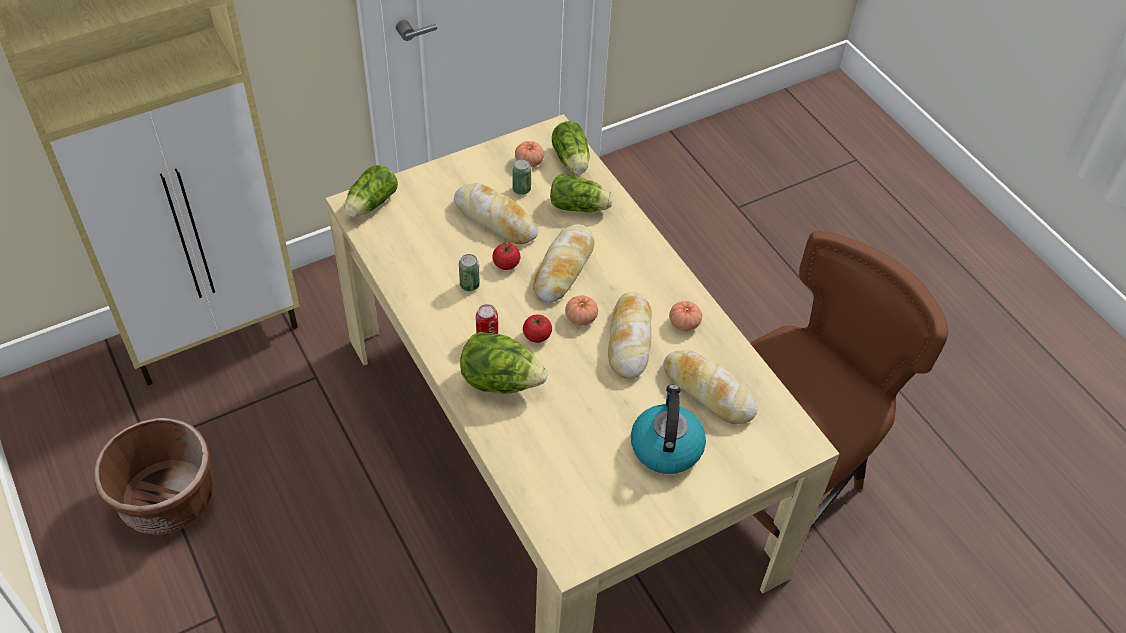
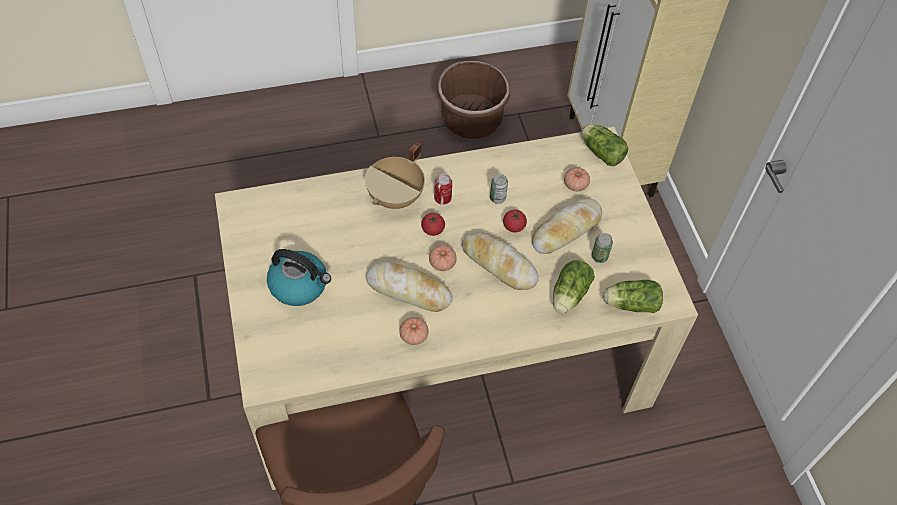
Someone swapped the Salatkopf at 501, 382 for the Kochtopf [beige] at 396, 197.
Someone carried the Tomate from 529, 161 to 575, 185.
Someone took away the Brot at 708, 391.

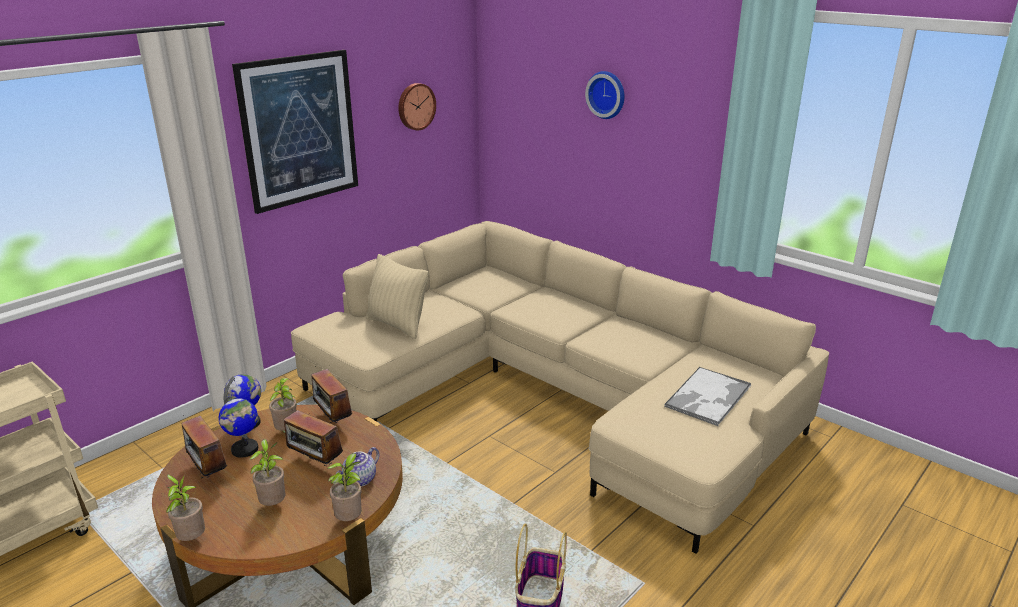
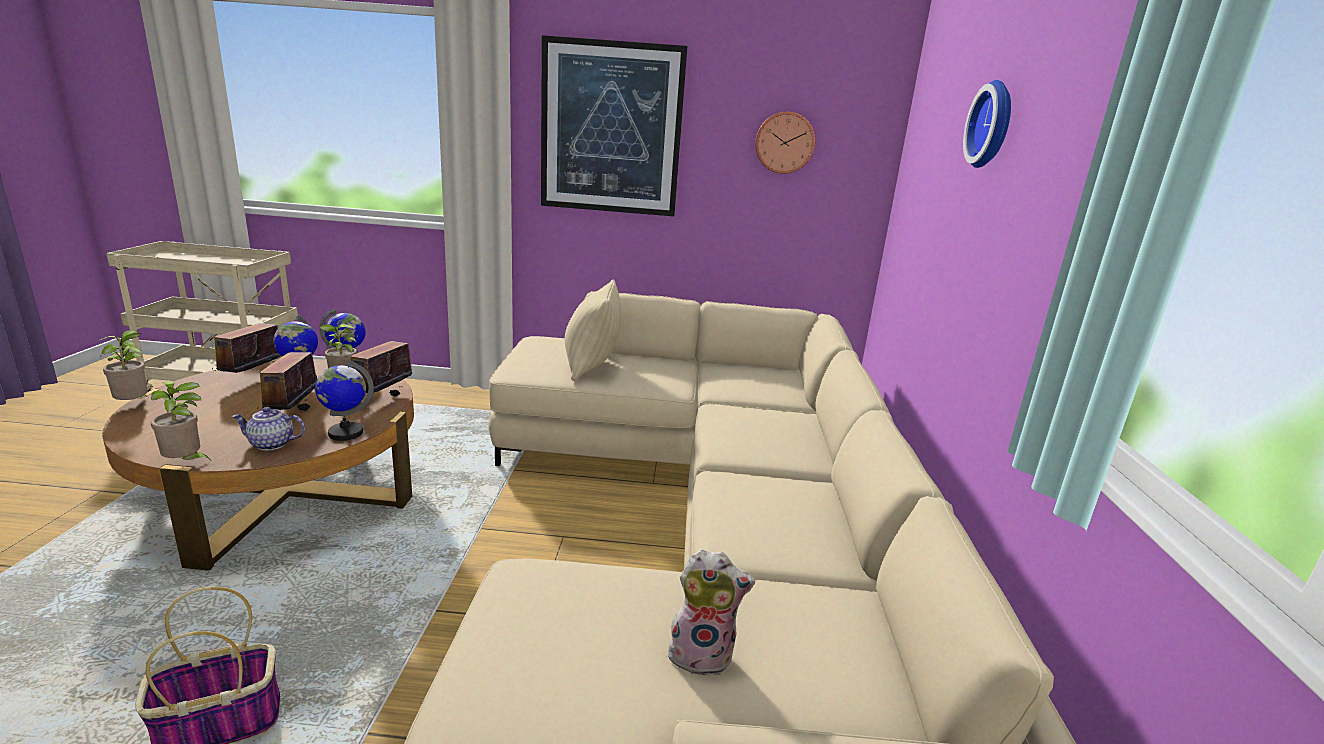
Someone put down the Globus at 345, 433.
Someone swapped the Tablett at 707, 397 for the Plüschtier at 702, 654.
Someone took away the Topfpflanze at 273, 504.

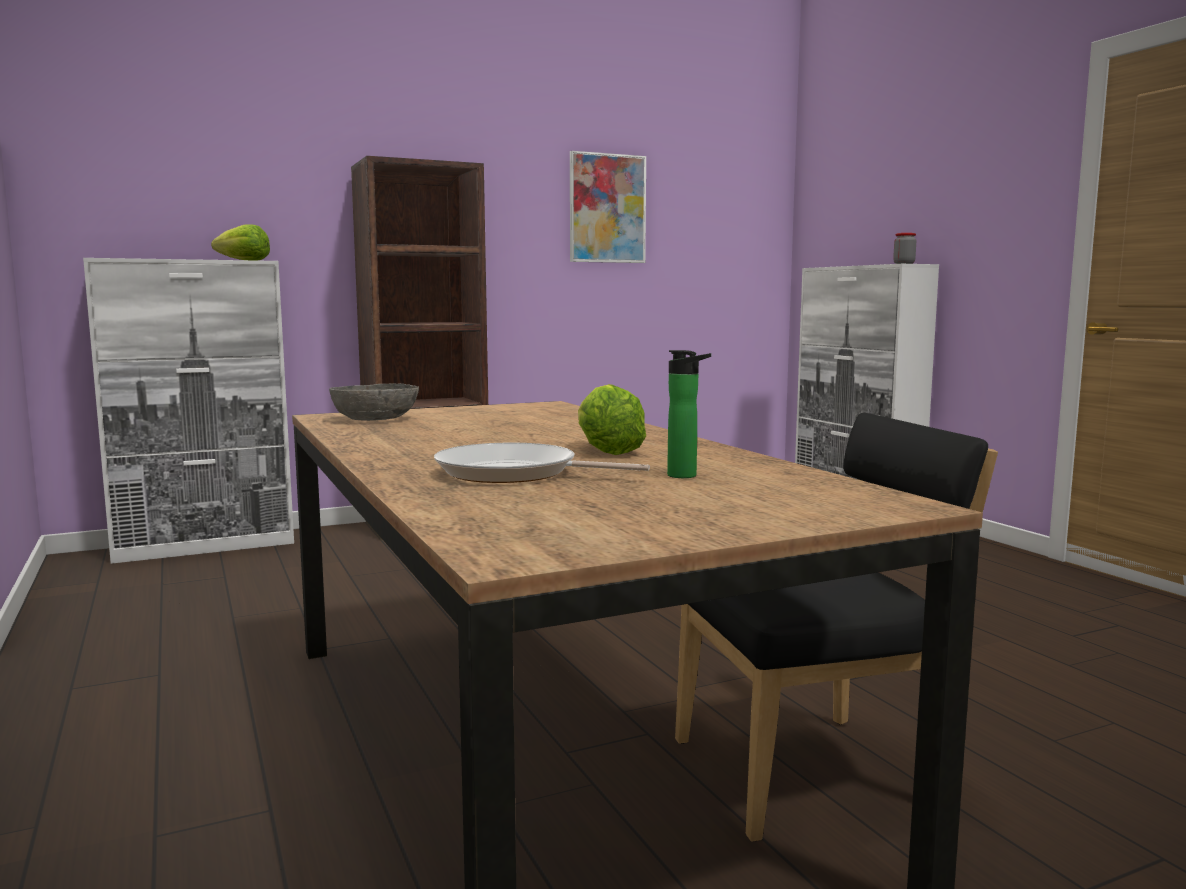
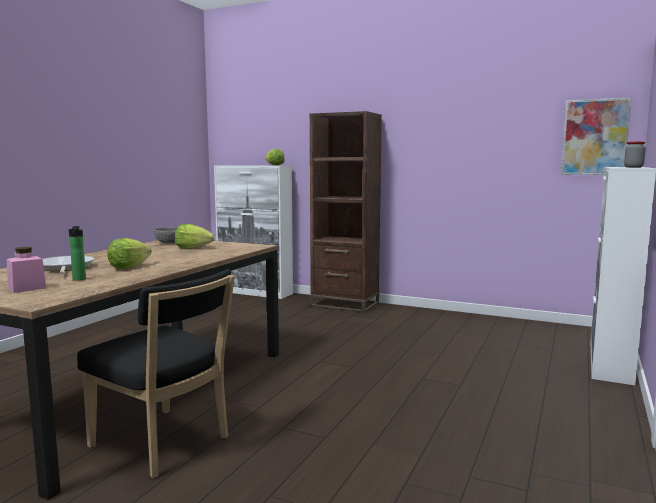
Someone put down the Vorratsglas [rosa] at 27, 288.
Someone put down the Salatkopf at 193, 248.
Someone carried the Bild from 607, 208 to 595, 137.

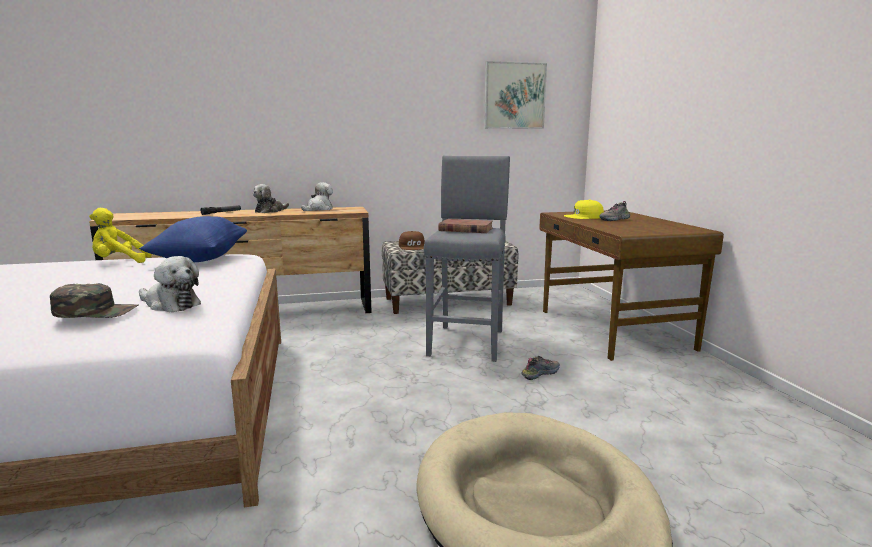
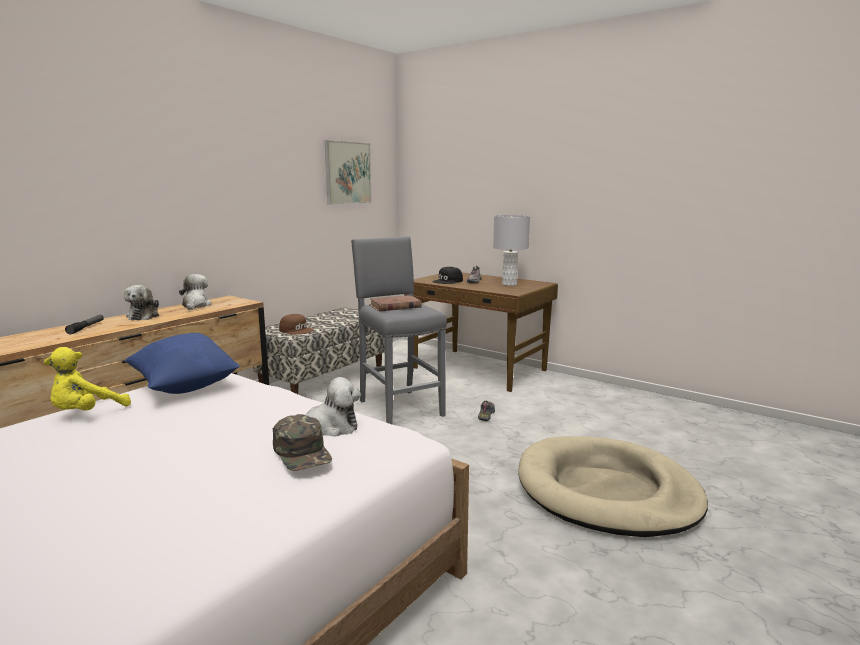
Someone rotated the Kappe [grün] at 96, 311 by 105 degrees clockwise.
Someone repainted the Kappe [gelb] at 584, 217, which became the Kappe [schwarz] at 448, 281.
Someone put down the Tischlampe [grau] at 509, 284.

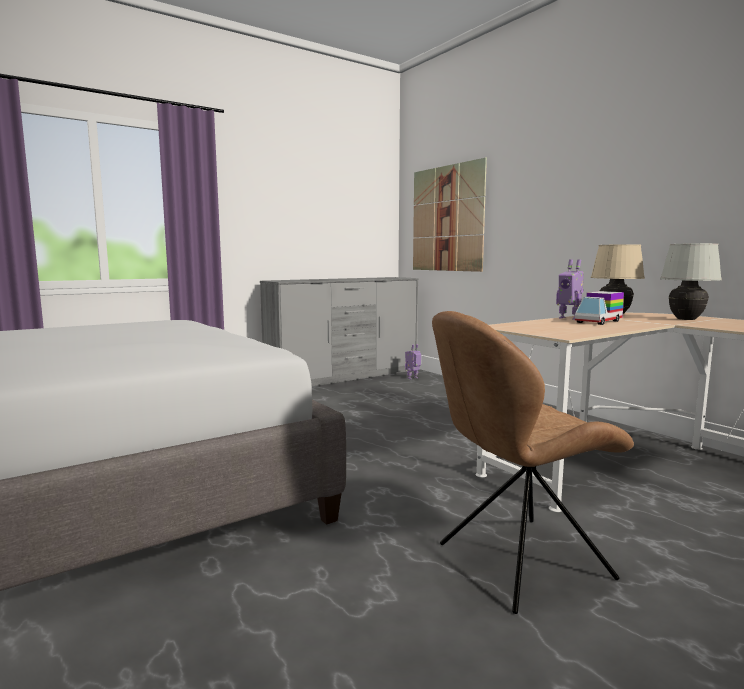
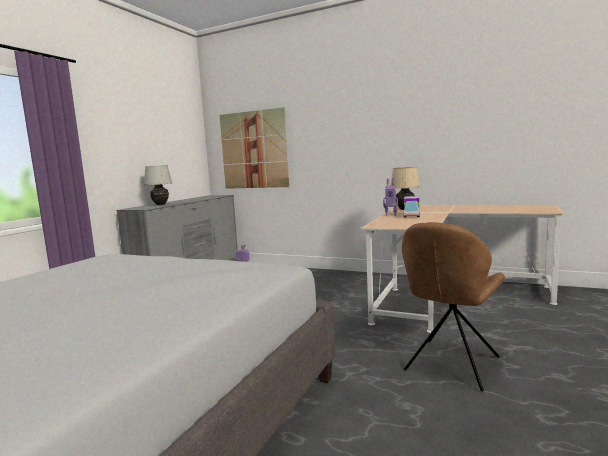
Someone carried the Tischlampe [weiß] from 686, 319 to 160, 204.

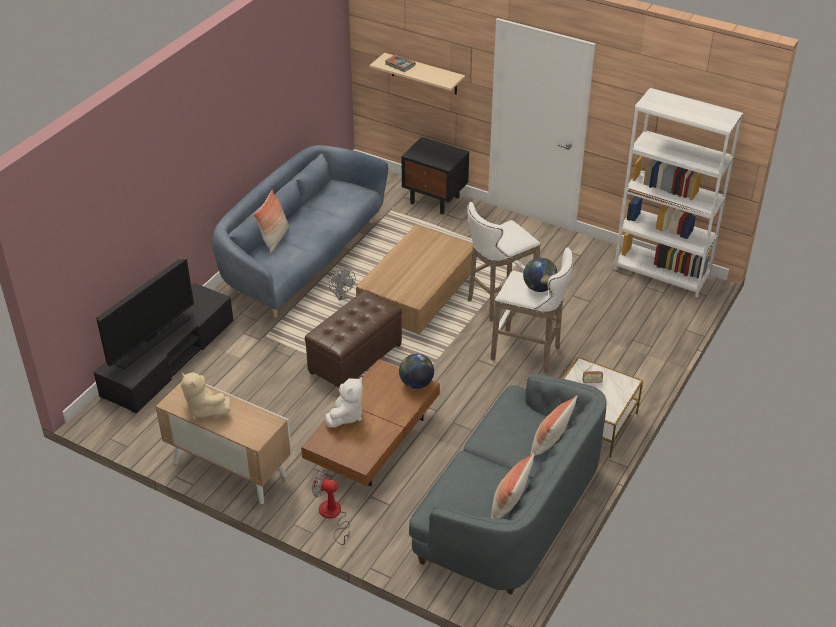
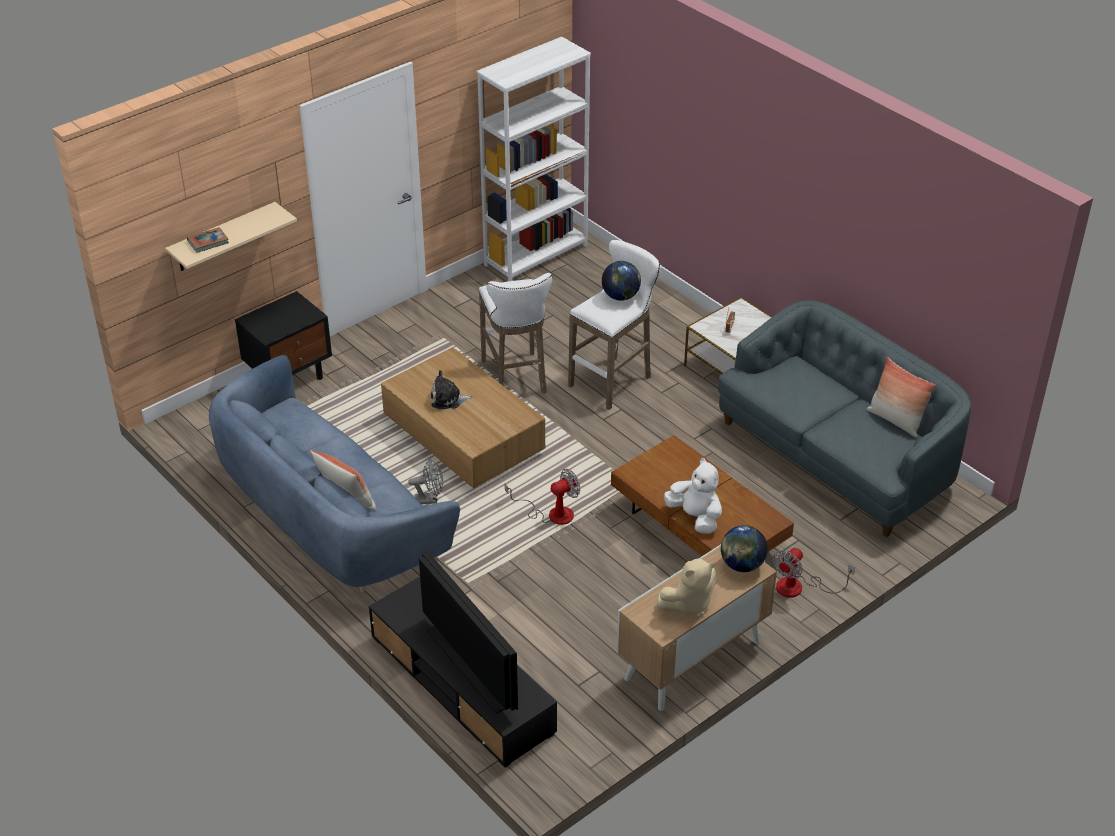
Someone put down the Plüschtier at 448, 399.
Someone swapped the Polsterhocker [braun] at 355, 358 for the Ventilator at 552, 514.
Someone carried the Globus from 416, 384 to 742, 565.
Someone took away the Kissen at 550, 444.

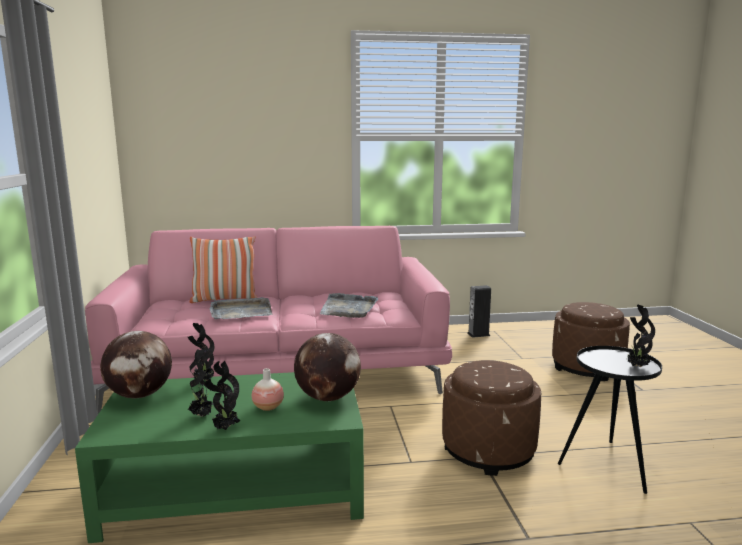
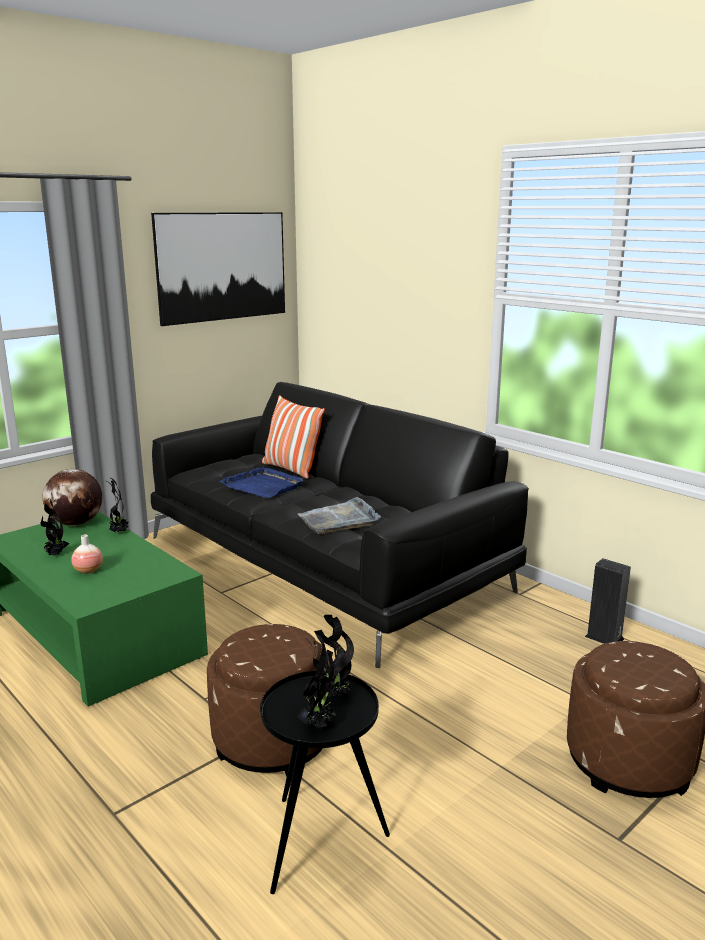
Someone put up the Bild at 222, 266.
Someone repainted the Sofa [rosa] at 281, 368, which became the Sofa [schwarz] at 324, 564.
Someone repainted the Tablett [grau] at 240, 312, which became the Tablett [blau] at 263, 486.
Someone carried the Topfpflanze from 225, 428 to 334, 695.
Someone took away the Globus at 328, 397.

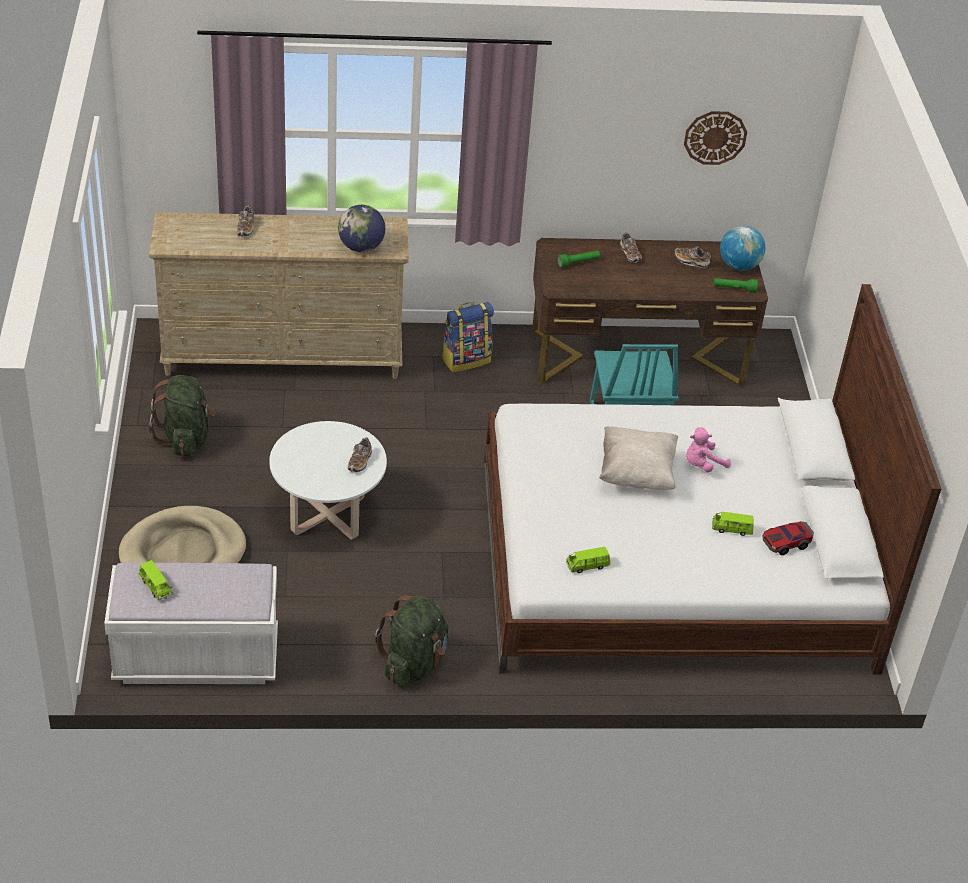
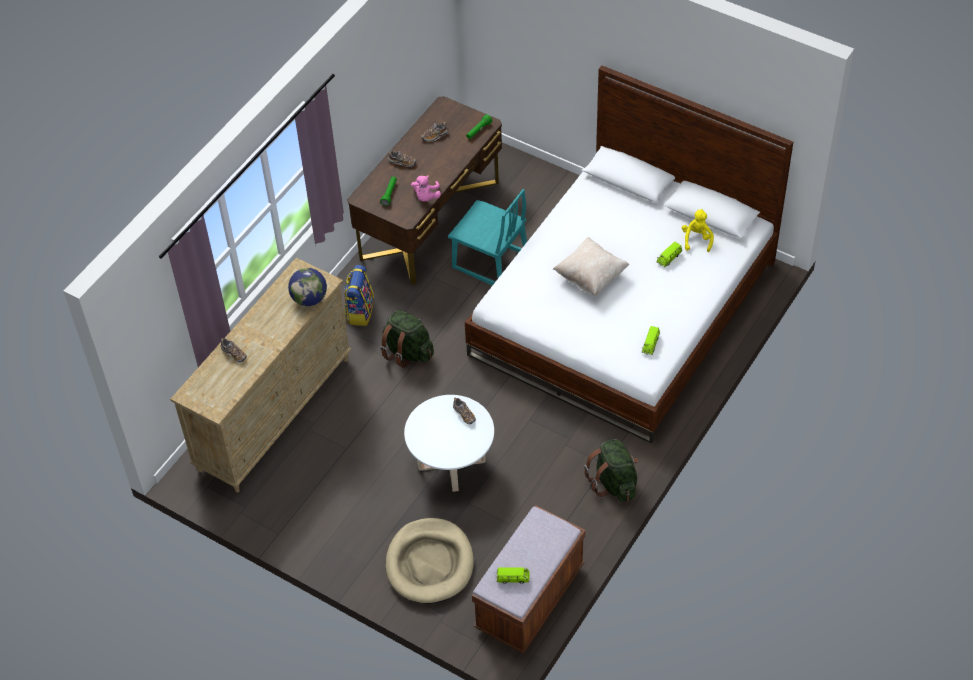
Someone carried the Rucksack [grün] from 185, 438 to 407, 352.
Someone carried the Plüschtier [rosa] from 702, 465 to 426, 197.
Someone repainted the Bank [weiß] at 196, 658, which became the Bank [braun] at 530, 598.
Someone swapped the Spielzeugauto at 786, 542 for the Plüschtier [gelb] at 697, 239.
Someone took away the Wanduhr at 715, 137.
Someone took away the Globus at 739, 266.

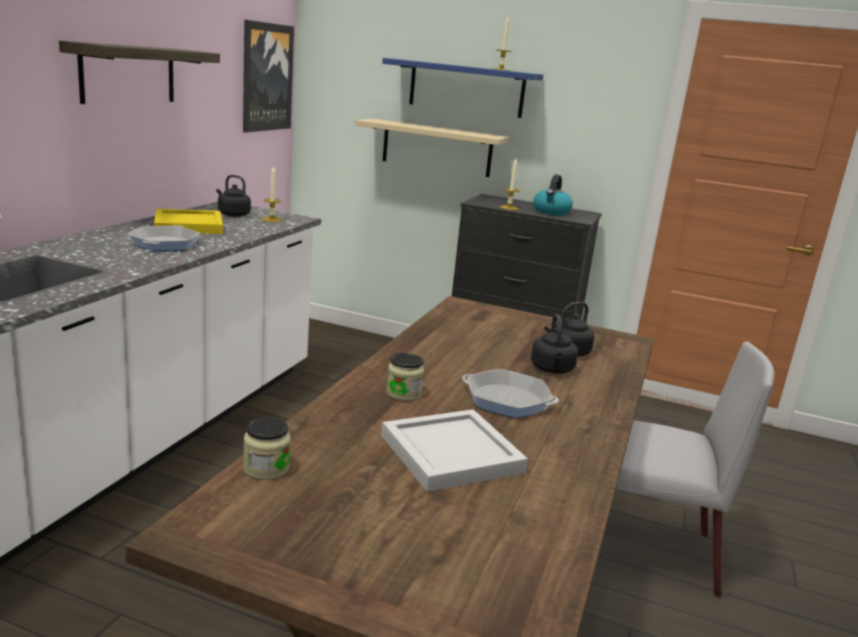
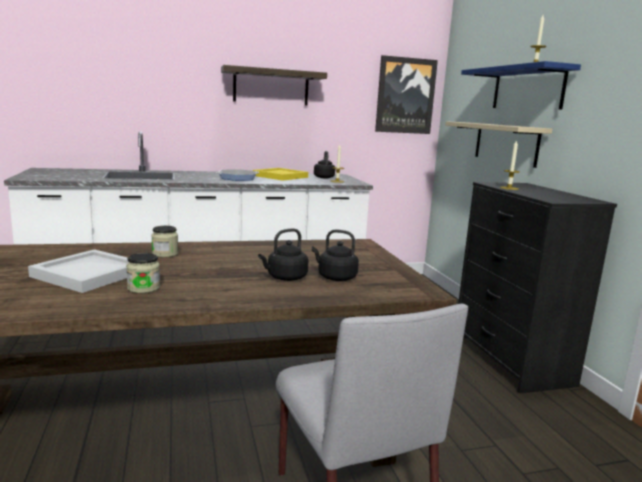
Someone carried the Vorratsglas from 266, 468 to 143, 288.
Someone took away the Pfanne at 507, 400.
Someone took away the Wasserkessel at 551, 212.

